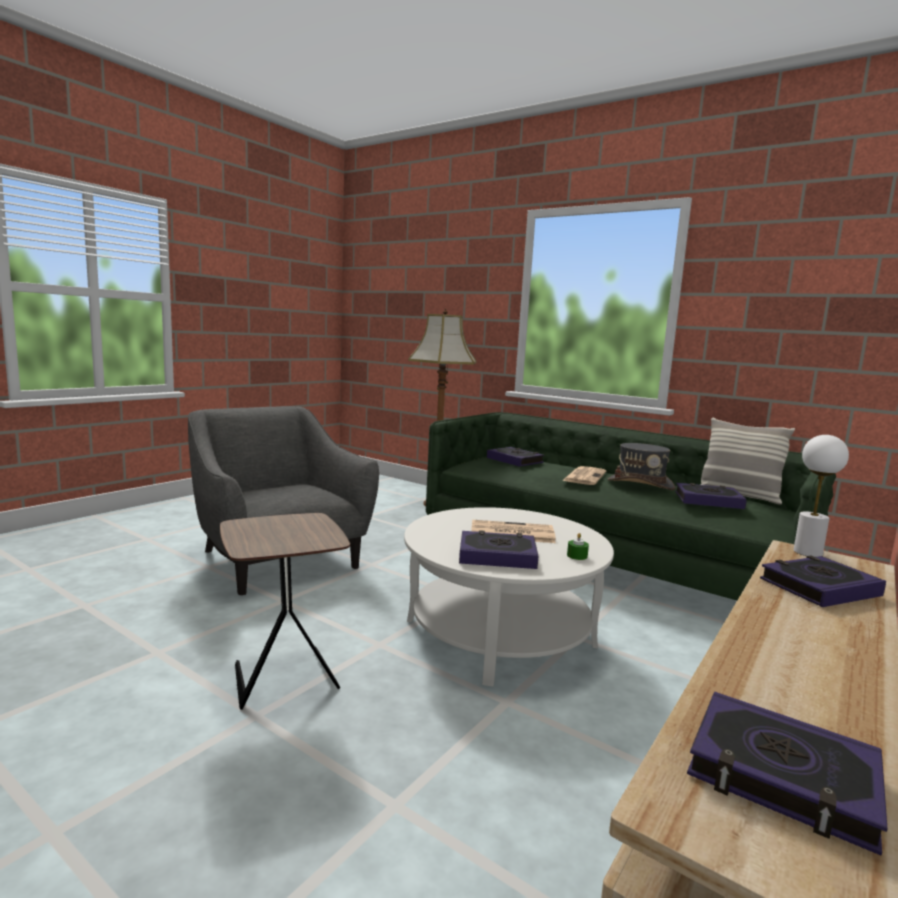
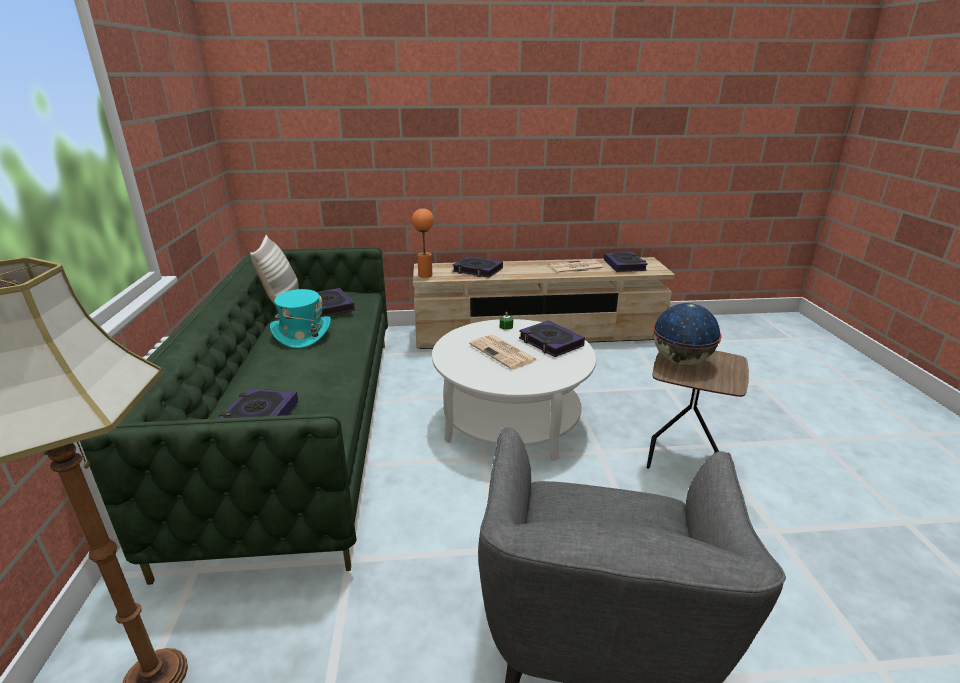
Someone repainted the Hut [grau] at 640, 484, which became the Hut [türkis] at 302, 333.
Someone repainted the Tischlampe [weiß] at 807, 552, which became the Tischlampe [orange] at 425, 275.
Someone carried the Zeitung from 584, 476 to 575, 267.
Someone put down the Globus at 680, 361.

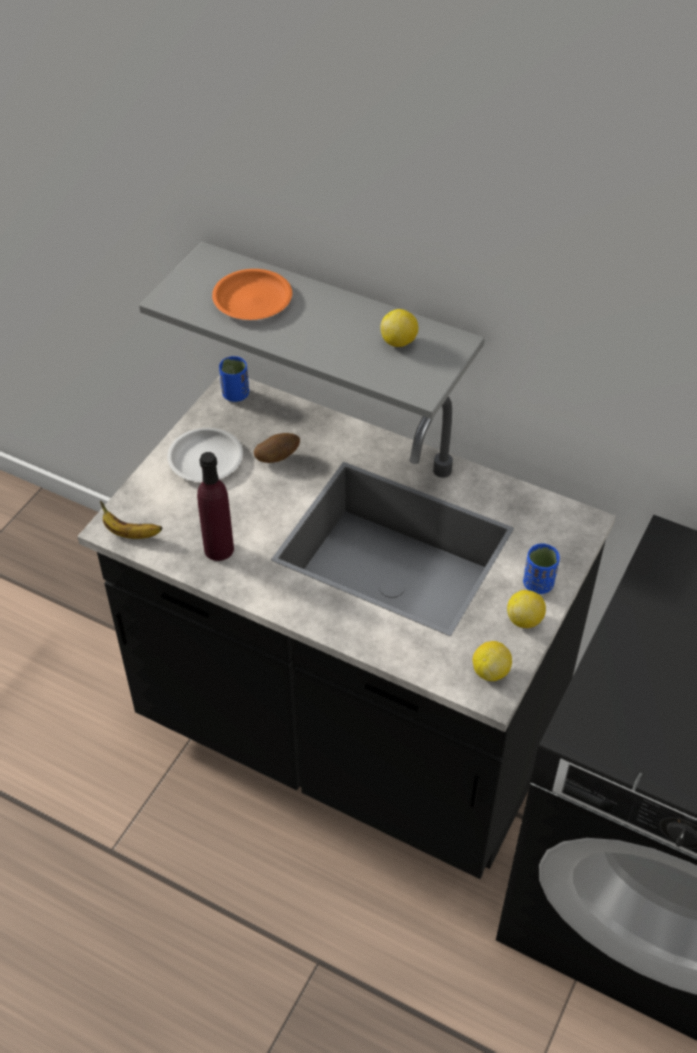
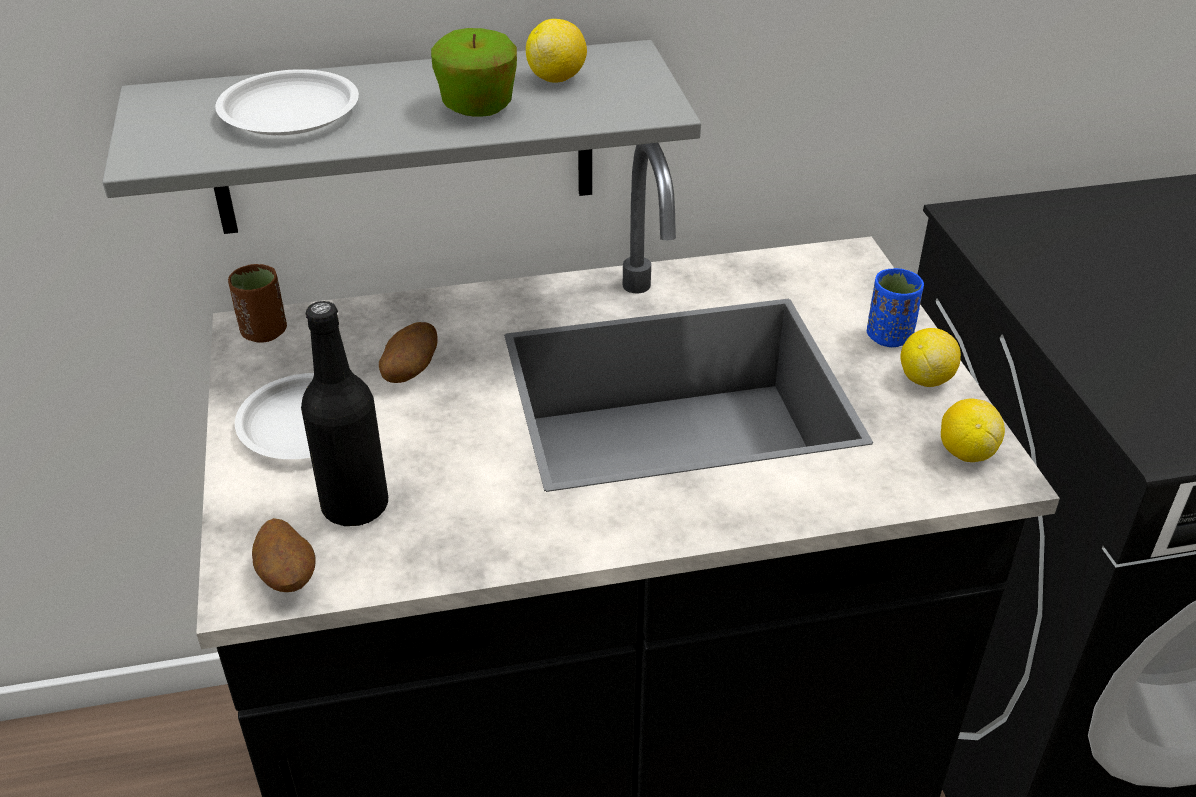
Someone repainted the Teller [orange] at 253, 300, which became the Teller [weiß] at 291, 112.
Someone repainted the Tasse [blau] at 235, 394, which became the Tasse [braun] at 264, 332.
Someone swapped the Banane at 130, 533 for the Kartoffel at 288, 578.
Someone put down the Flasche [schwarz] at 355, 506.
Someone put down the Apfel at 478, 107.
Someone took away the Flasche [lila] at 219, 549.

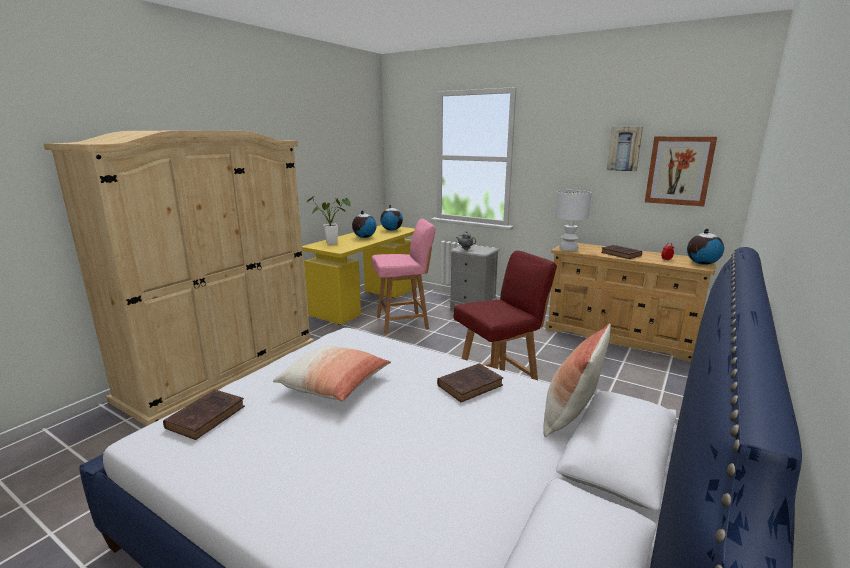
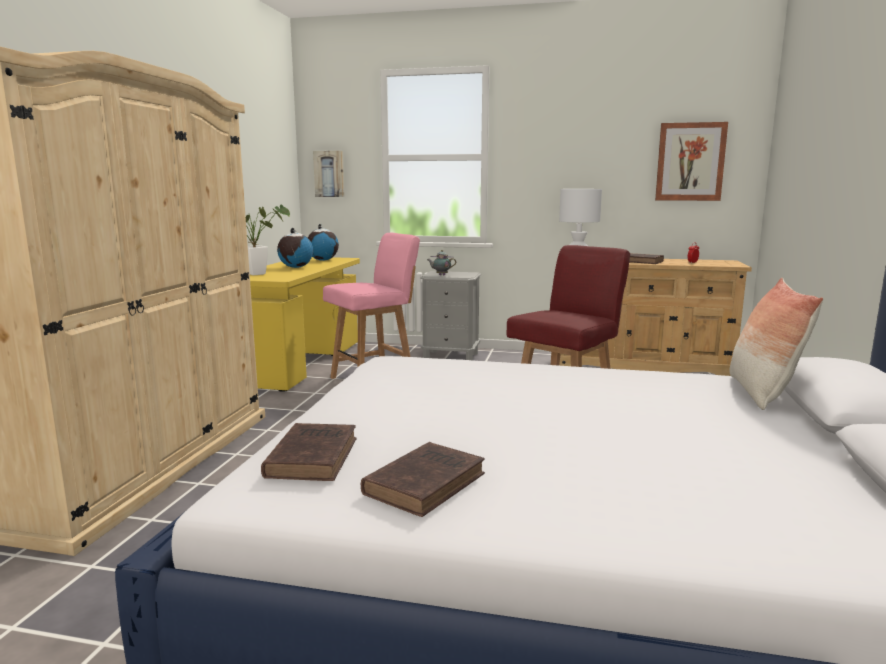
Someone carried the Bild from 624, 148 to 329, 174.
Someone carried the Buch [braun] from 471, 385 to 427, 483.
Someone took away the Kissen at 335, 385.
Someone took away the Globus at 701, 264.

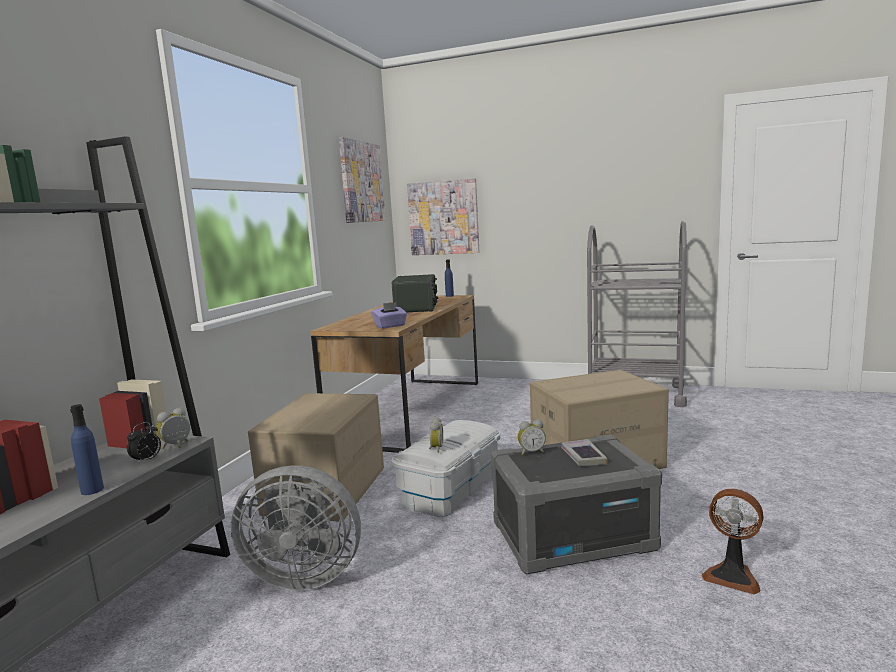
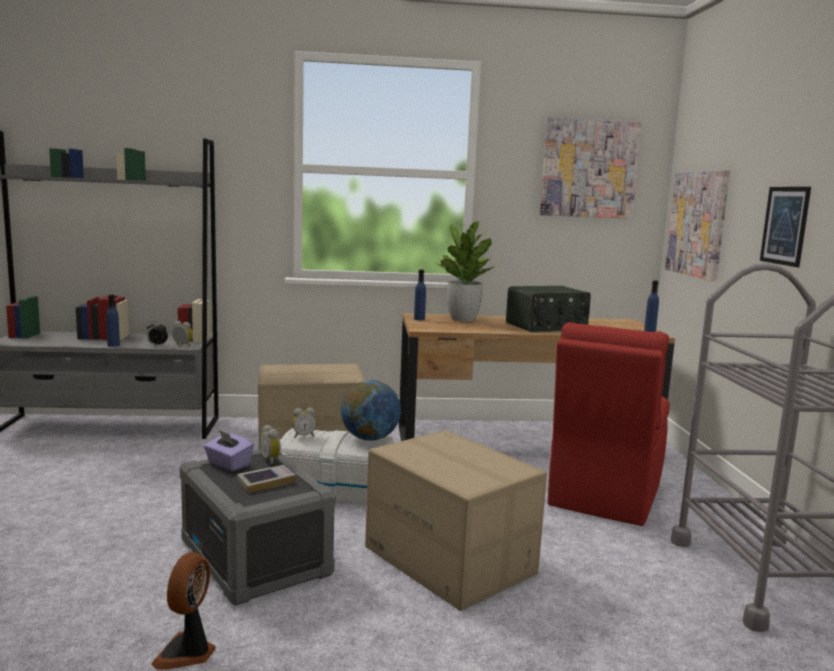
Someone carried the Taschentuchbox [lila] from 390, 326 to 228, 464.
Someone put down the Globus at 370, 438.
Someone put down the Flasche [blau] at 419, 319.
Someone put down the Topfpflanze at 462, 319.
Someone put down the Stuhl [rot] at 604, 495.
Someone put up the Bild at 785, 225.
Someone took away the Ventilator [grau] at 303, 575.

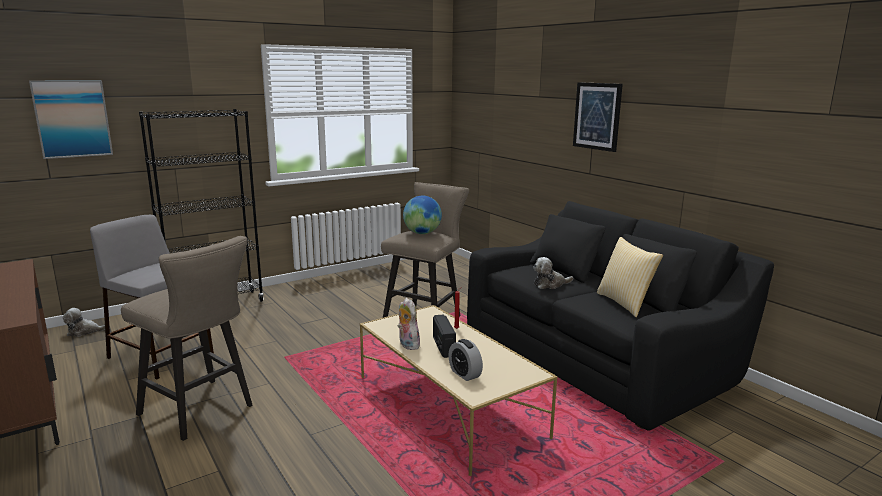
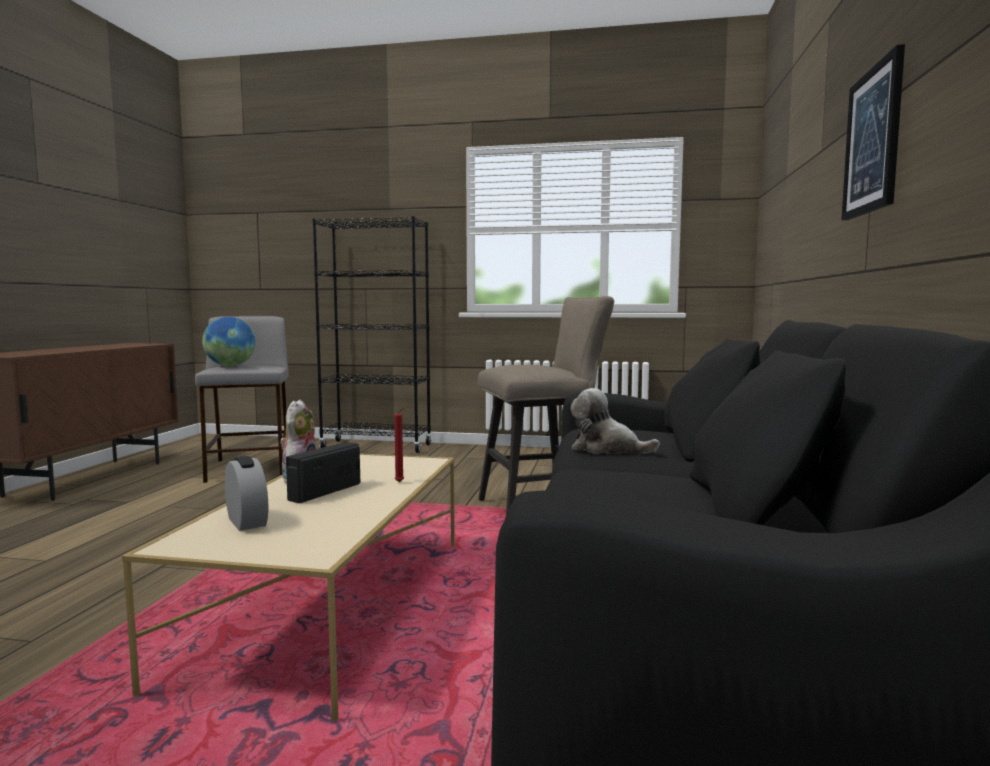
Someone carried the Globus from 422, 233 to 230, 366.
Someone rotated the Wecker at 464, 374 by 135 degrees clockwise.
Someone took away the Bild at 72, 118.
Someone took away the Plüschtier at 84, 331.
Someone took away the Hocker [beige] at 201, 412.
Someone took away the Kissen at 625, 303.

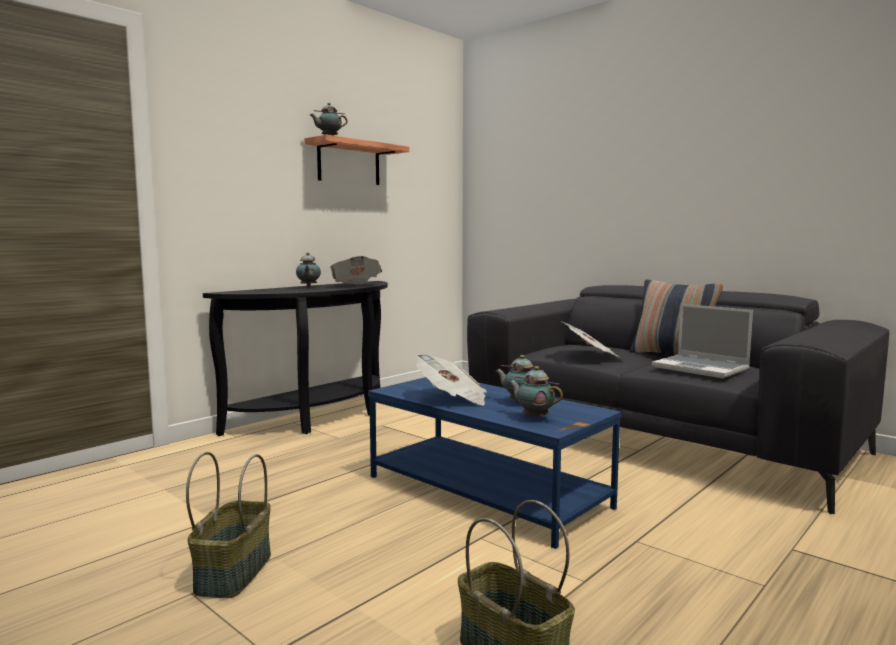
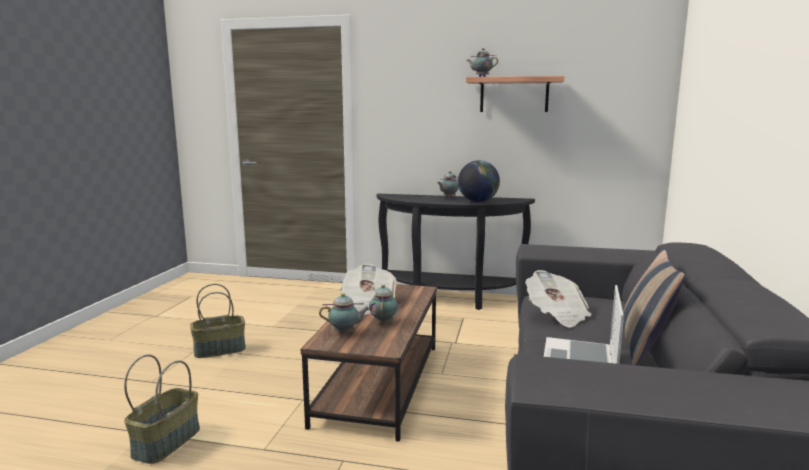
Someone repainted the Couchtisch [blau] at 487, 491, which became the Couchtisch [braun] at 380, 384.
Someone rotated the Teekanne at 533, 417 by 75 degrees clockwise.
Someone swapped the Zeitung at 356, 286 for the Globus at 478, 202.

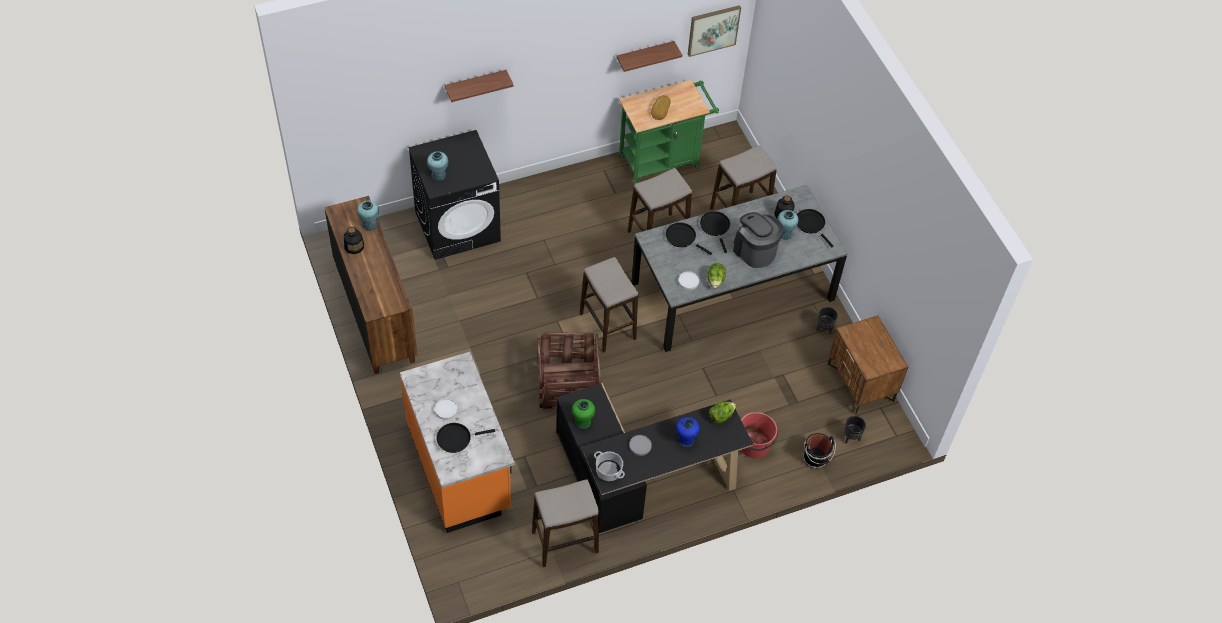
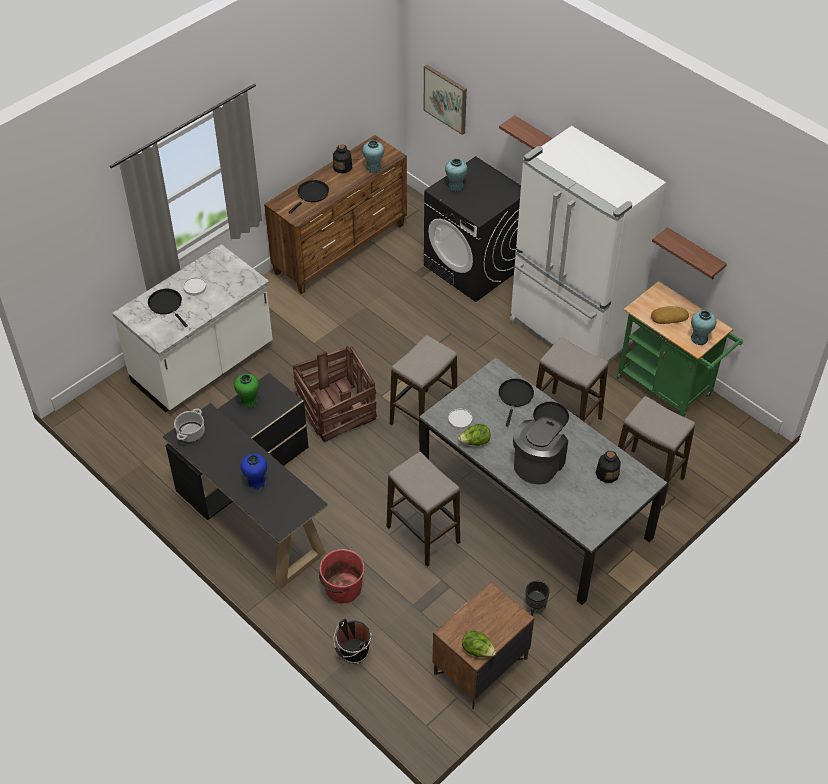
Someone repainted the Küchenzeile [orange] at 460, 467, which became the Küchenzeile [weiß] at 203, 365.
Someone carried the Pfanne [schwarz] from 811, 224 to 311, 194.
Someone carried the Hocker from 565, 542 to 423, 535.
Someone carried the Bild from 713, 30 to 446, 99.
Someone carried the Salatkopf from 721, 416 to 477, 650.
Someone put down the Kühlschrank [weiß] at 571, 333.
Someone carried the Vase [türkis] from 784, 234 to 699, 338.
Someone took away the Teller [grau] at 640, 446.
Someone took away the Pflanzkübel [schwarz] at 851, 438.

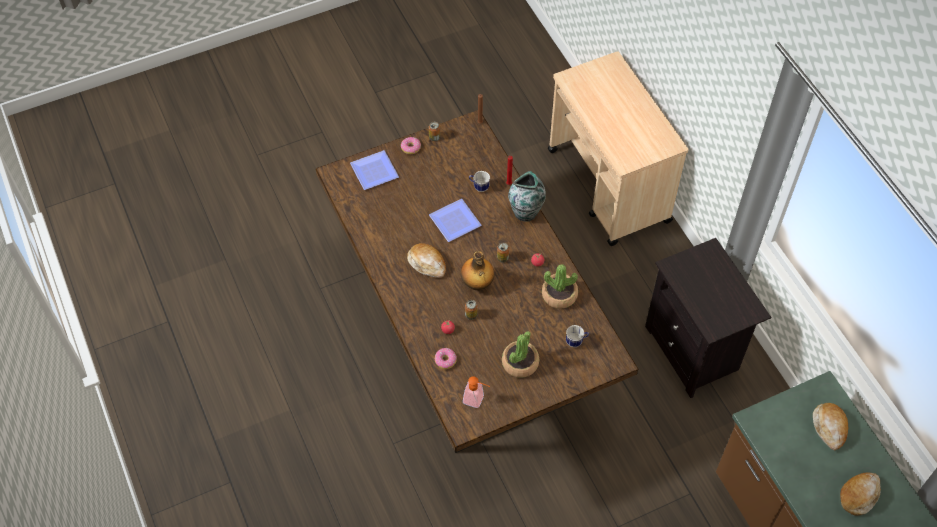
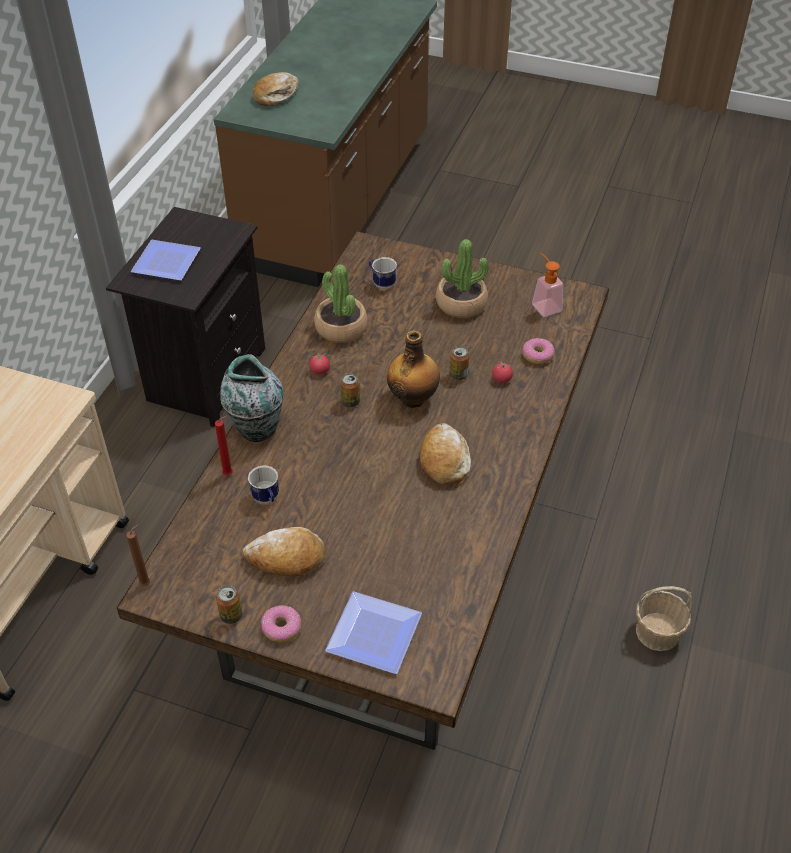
Someone carried the Teller from 453, 221 to 167, 264.
Someone carried the Brot from 859, 495 to 286, 558.
Someone put down the Korb at 657, 632.

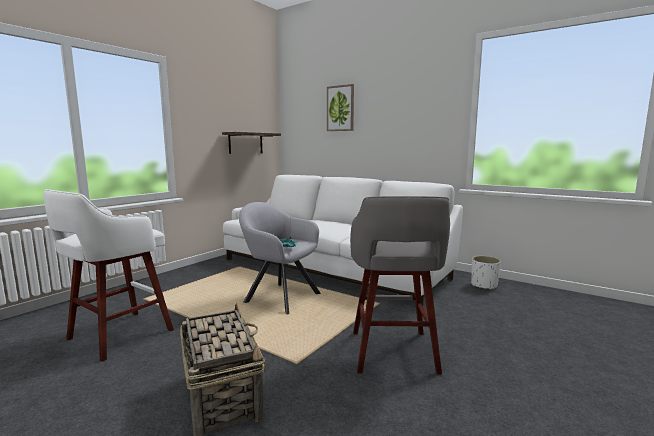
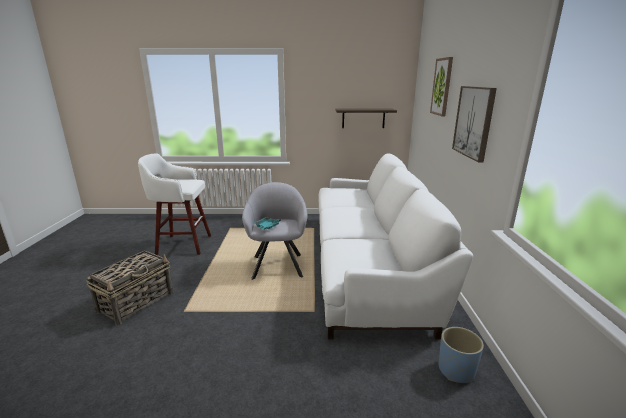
Someone repainted the Pflanzkübel [weiß] at 484, 285, which became the Pflanzkübel [blau] at 456, 370.
Someone put up the Bild at 474, 122.
Someone took away the Hocker [grau] at 393, 353.

